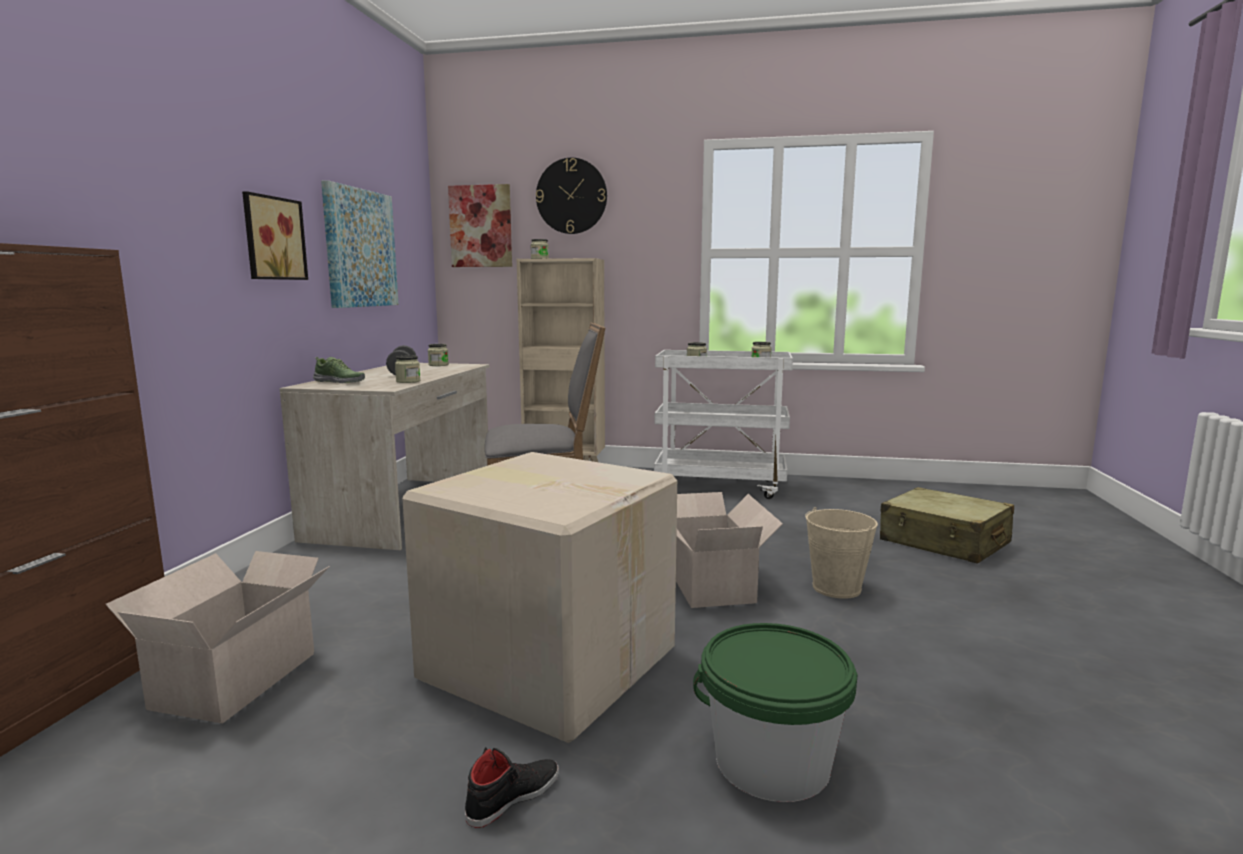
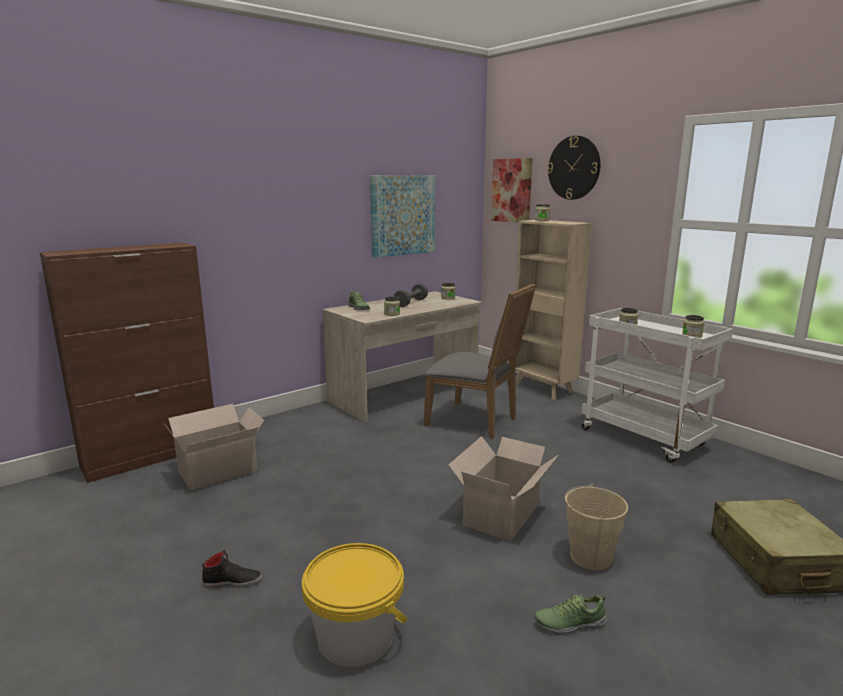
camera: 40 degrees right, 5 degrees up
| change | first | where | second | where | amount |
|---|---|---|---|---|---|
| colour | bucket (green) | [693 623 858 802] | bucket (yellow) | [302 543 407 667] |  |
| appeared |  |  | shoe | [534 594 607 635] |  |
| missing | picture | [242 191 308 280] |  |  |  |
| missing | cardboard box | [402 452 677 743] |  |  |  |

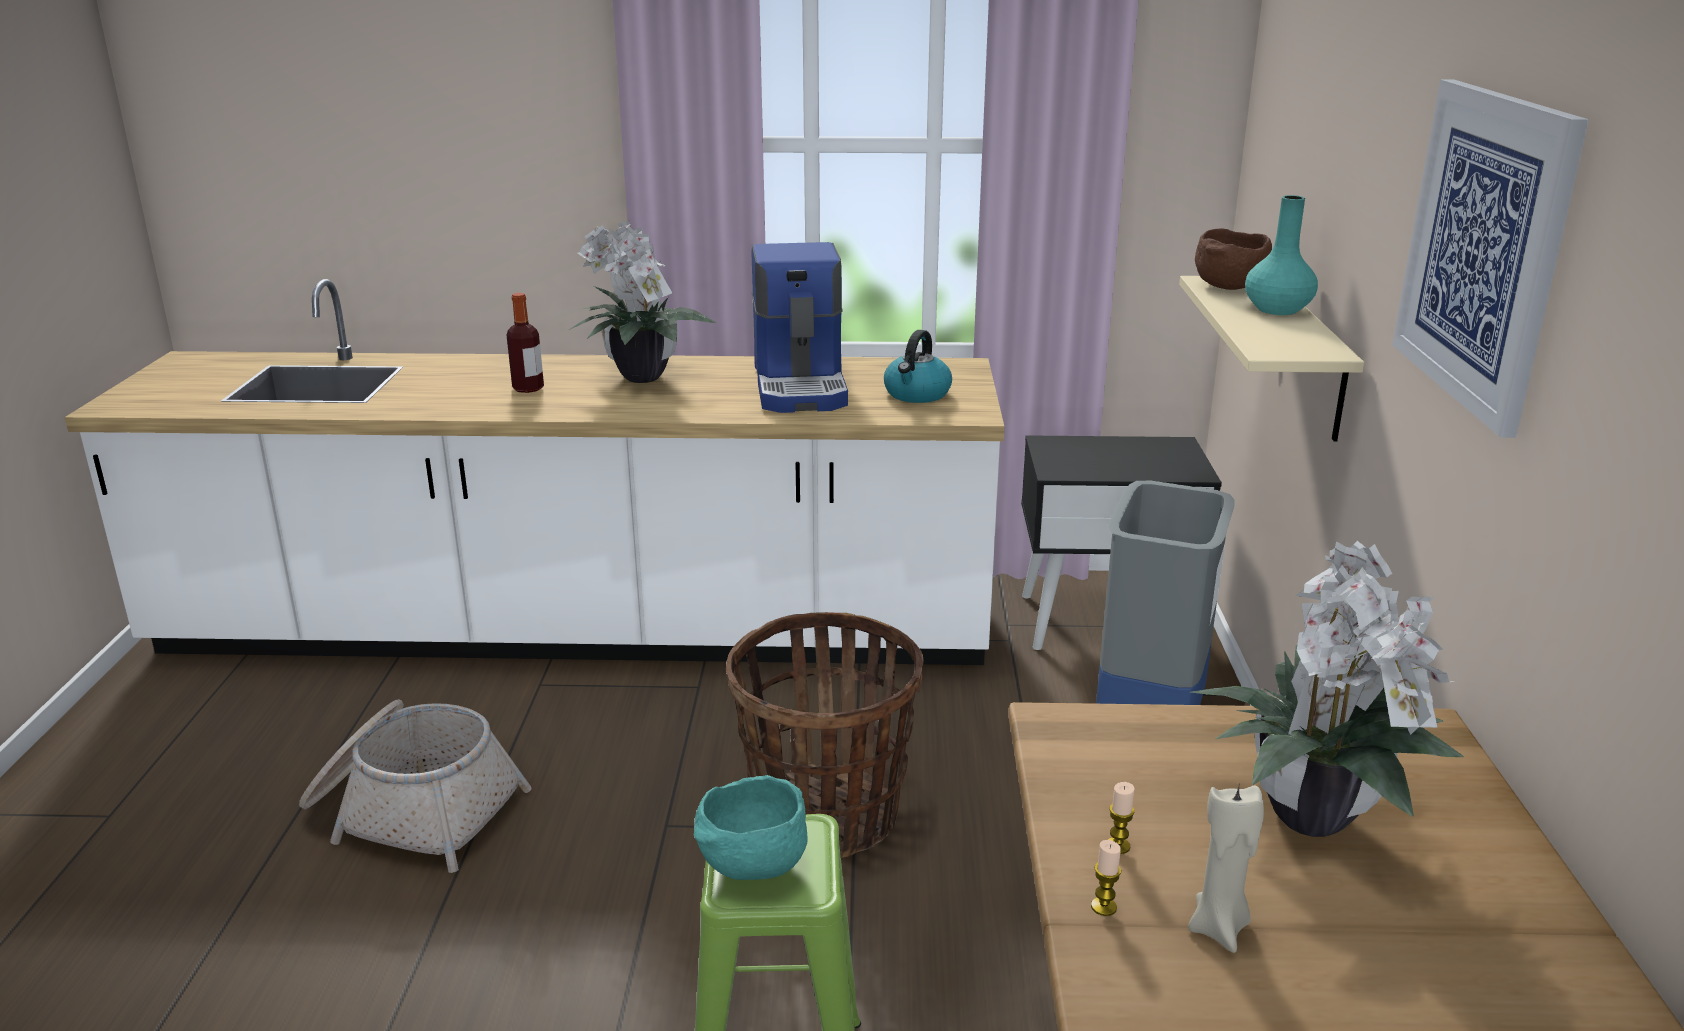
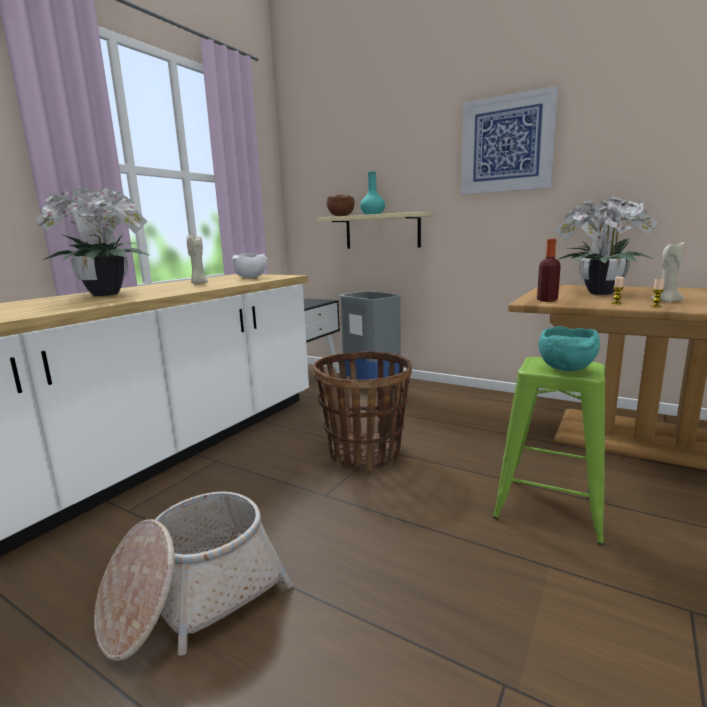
camera: 60 degrees left, 10 degrees down
| change | first | where | second | where | amount |
|---|---|---|---|---|---|
| exchanged | coffee machine | [751 242 848 413] | candle (beige) | [187 235 208 284] |  |
| exchanged | kettle | [884 330 952 403] | bowl (white) | [232 253 267 278] |  |
| relocated | bottle | [507 293 544 393] |  | [537 239 561 302] |  |

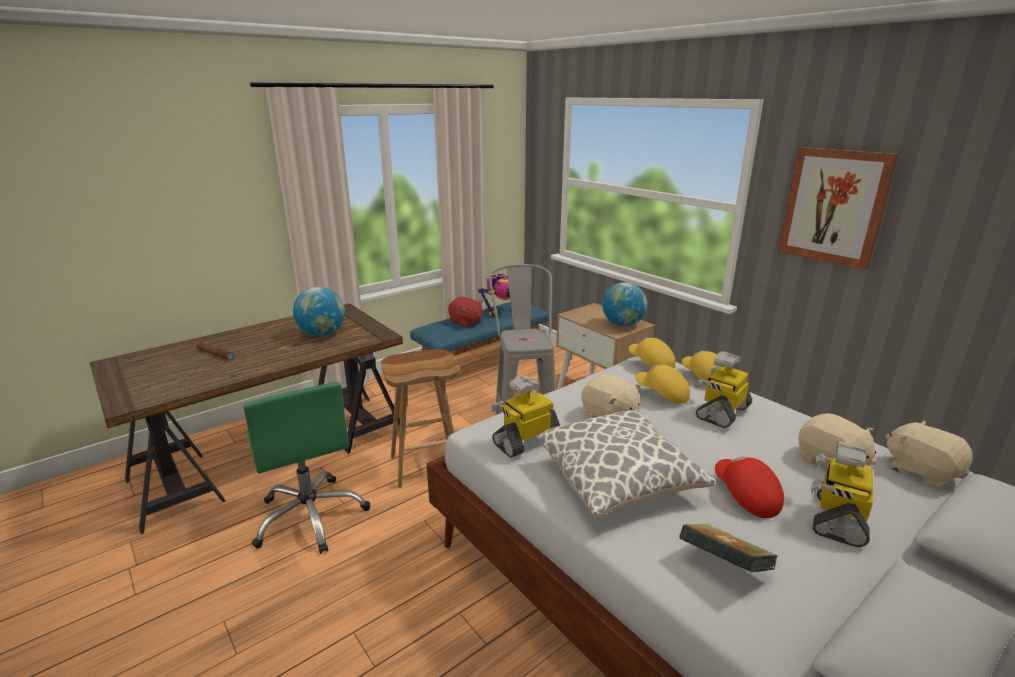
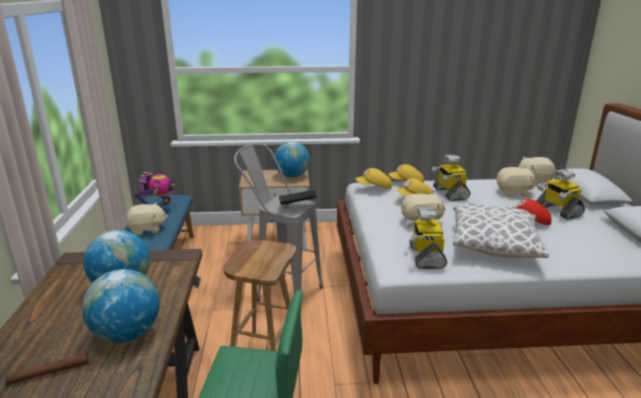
camera: 55 degrees left, 0 degrees up
| change | first | where | second | where | amount |
|---|---|---|---|---|---|
| appeared |  |  | globe | [82 269 160 343] |  |
| colour | plush toy (red) | [448 297 483 327] | plush toy (beige) | [126 202 168 235] |  |
| relocated | book | [679 524 778 572] |  | [279 189 317 205] |  |
| missing | picture | [778 147 899 270] |  |  |  |

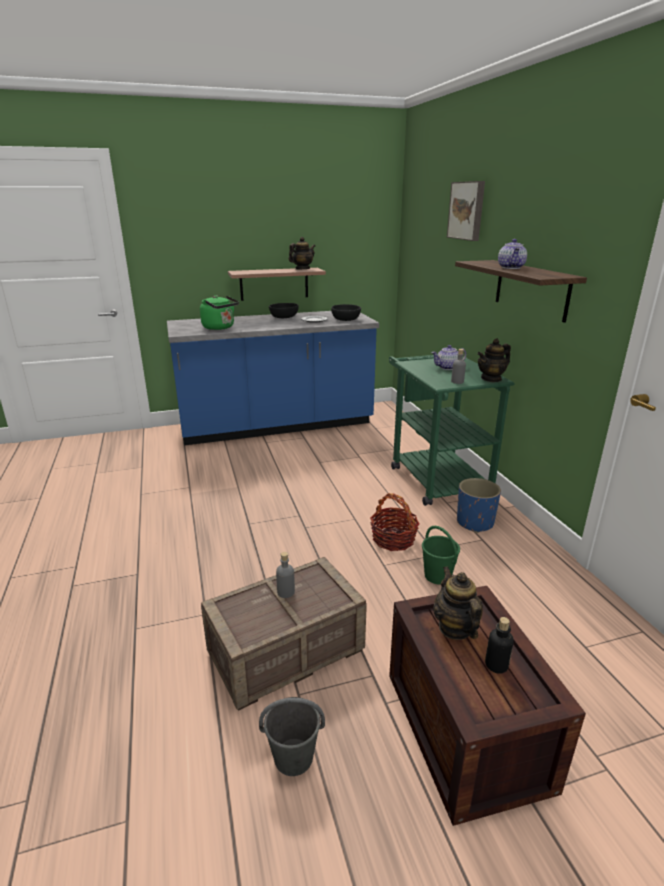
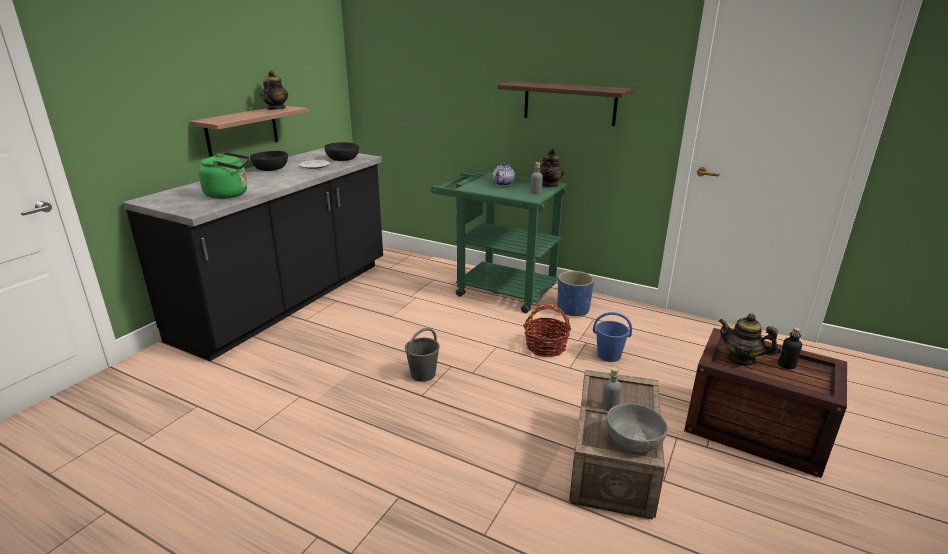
camera: 45 degrees left, 0 degrees up
| change | first | where | second | where | amount |
|---|---|---|---|---|---|
| colour | counter (blue) | [167 311 379 445] | counter (black) | [123 148 383 361] |  |
| relocated | bucket (grey) | [259 697 325 776] |  | [405 328 440 382] |  |
| colour | bucket (green) | [422 526 460 585] | bucket (blue) | [593 312 632 362] |  |
| appeared |  |  | bowl (grey) | [606 403 668 452] |  |
| missing | picture | [447 181 485 241] |  |  |  |
| missing | teapot | [498 239 527 269] |  |  |  |

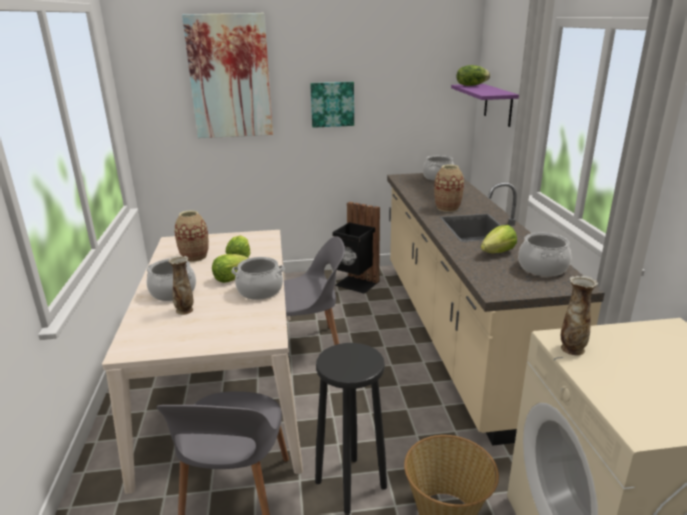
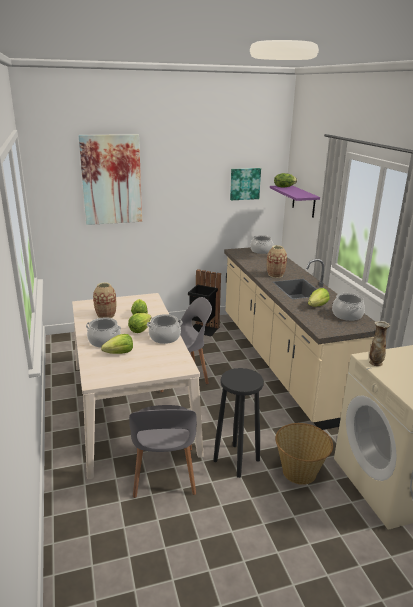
camera: 10 degrees left, 0 degrees up
| change | first | where | second | where | amount |
|---|---|---|---|---|---|
| exchanged | vase | [168 256 193 315] | lettuce | [101 334 133 354] |  |
| relocated | picture | [310 81 354 128] |  | [230 168 261 200] |  |

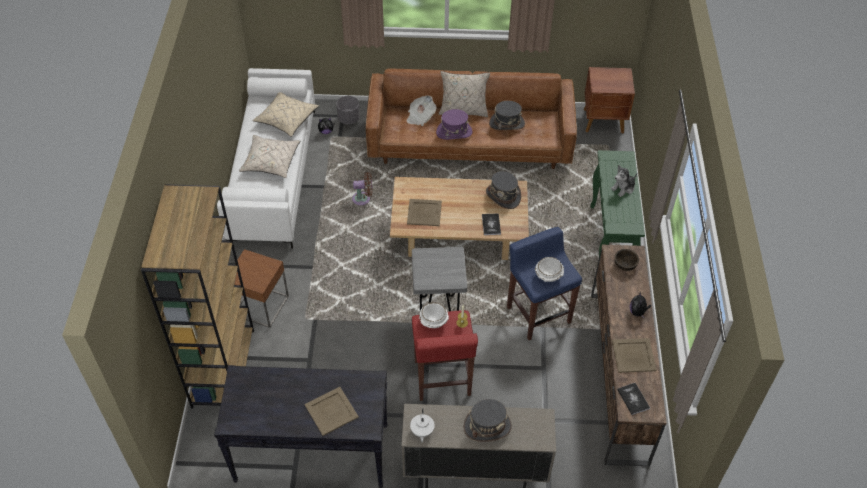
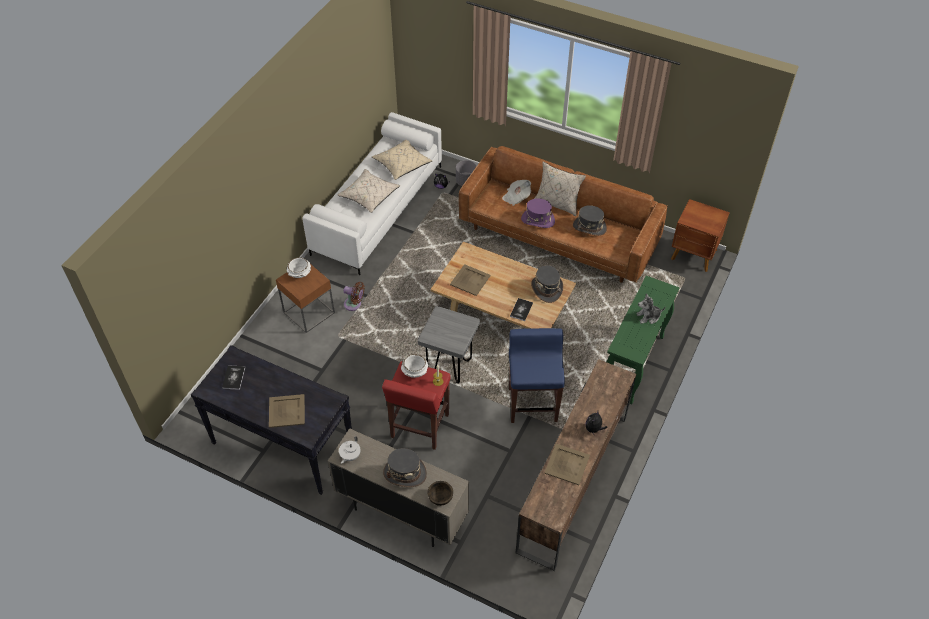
camera: 25 degrees right, 0 degrees up
| change | first | where | second | where | amount |
|---|---|---|---|---|---|
| relocated | book | [617 383 650 415] |  | [222 365 245 390] |  |
| relocated | bowl (white) | [535 257 564 282] |  | [286 257 311 278] |  |
| relocated | fan (brown) | [352 172 372 205] |  | [343 282 365 311] |  |
| relocated | bowl (brown) | [614 249 639 271] |  | [427 481 453 506] |  |
| missing | bookcase (brown) | [141 184 254 409] |  |  |  |

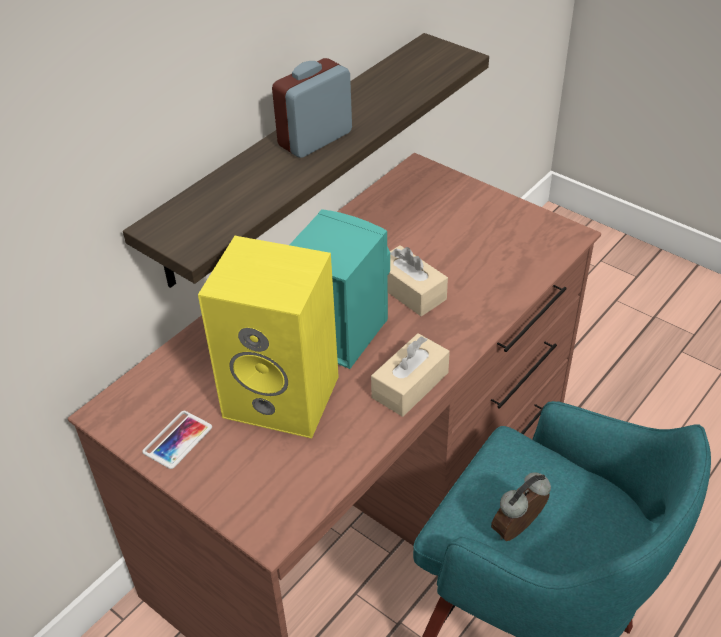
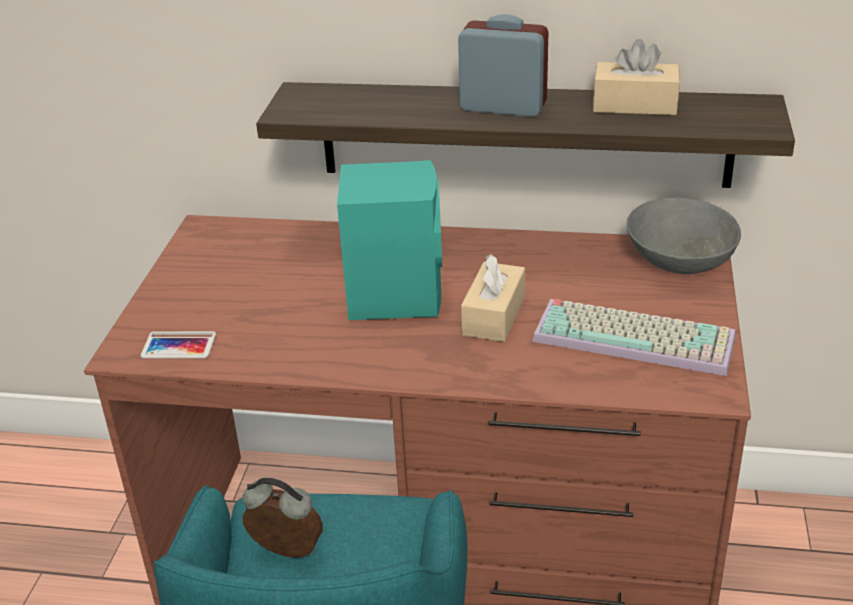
camera: 60 degrees right, 10 degrees down
| change | first | where | second | where | amount |
|---|---|---|---|---|---|
| relocated | phone | [142 411 212 469] |  | [140 331 216 359] |  |
| appeared |  |  | keyboard | [532 299 735 376] |  |
| relocated | tissue box (beige) | [371 333 450 417] |  | [593 39 680 115] |  |
| appeared |  |  | bowl (grey) | [627 197 741 274] |  |
| missing | speaker (yellow) | [198 236 339 439] |  |  |  |

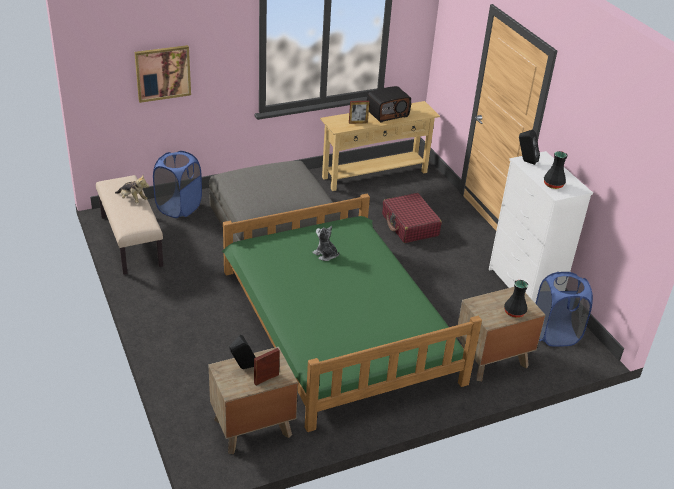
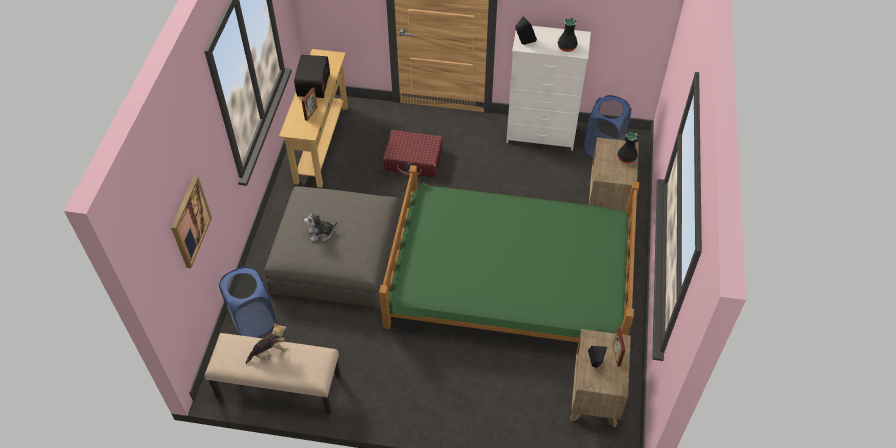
camera: 55 degrees left, 15 degrees up
| change | first | where | second | where | amount |
|---|---|---|---|---|---|
| relocated | plush toy | [312 226 340 261] |  | [304 209 337 242] |  |

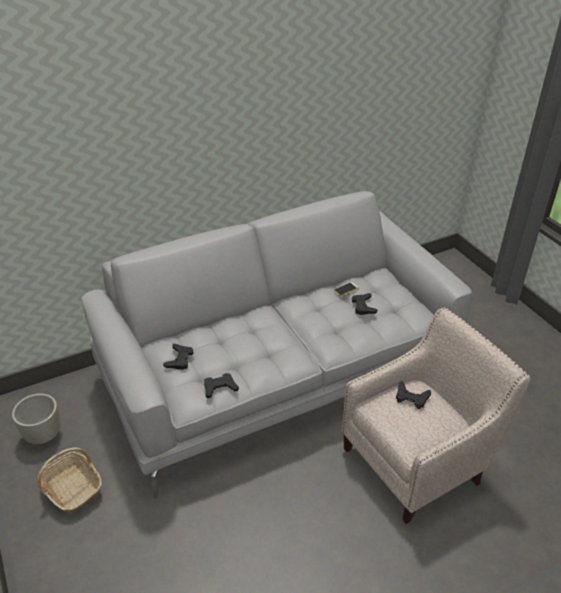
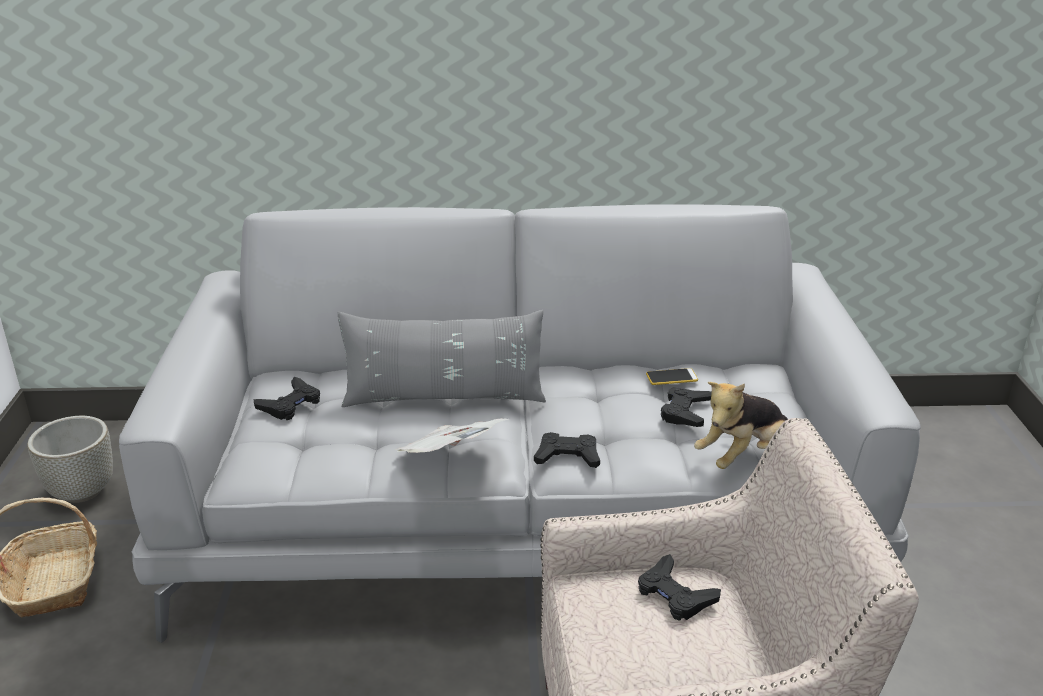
camera: 25 degrees right, 10 degrees down
| change | first | where | second | where | amount |
|---|---|---|---|---|---|
| appeared |  |  | pillow (grey) | [338 310 546 407] |  |
| appeared |  |  | newspaper | [395 418 508 453] |  |
| relocated | game controller (black) | [204 373 239 398] |  | [534 432 600 468] |  |
| appeared |  |  | plush toy | [694 382 788 469] |  |

